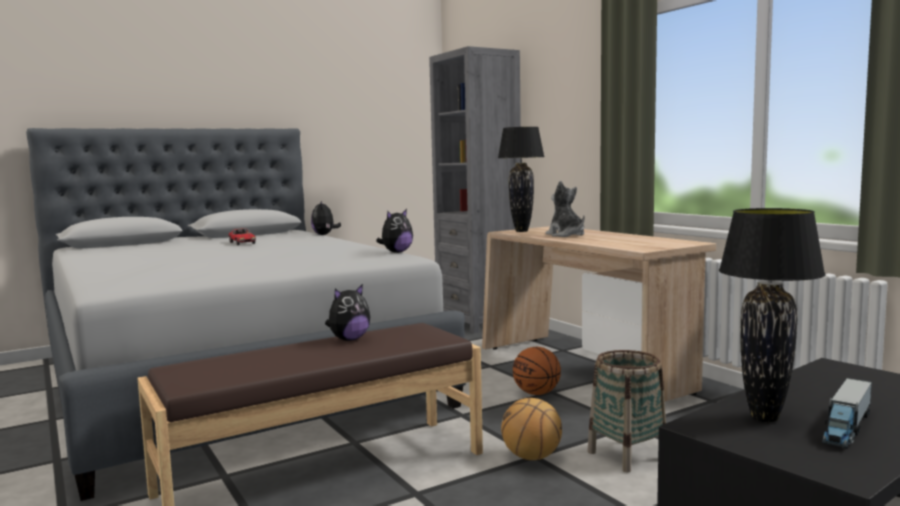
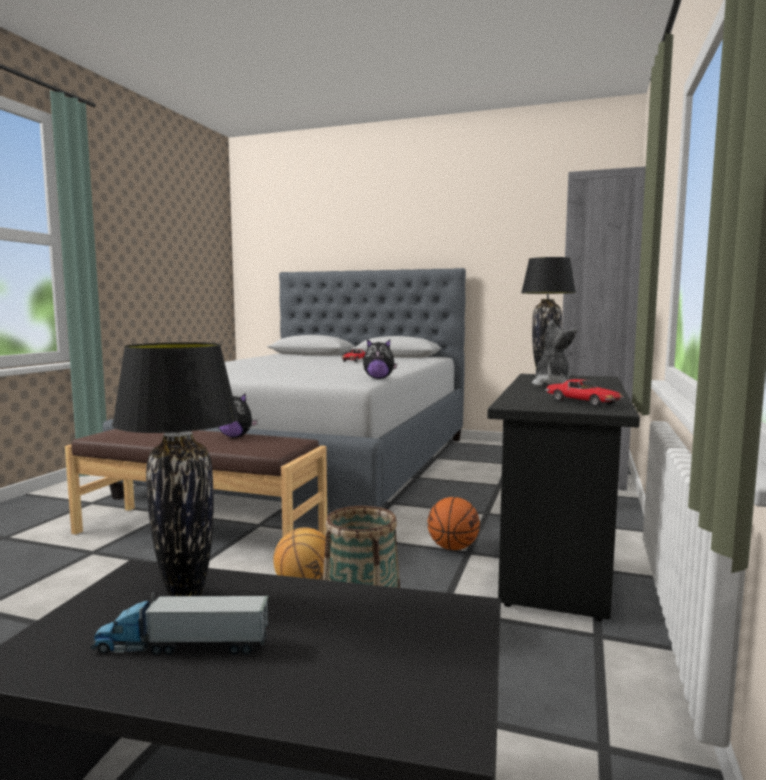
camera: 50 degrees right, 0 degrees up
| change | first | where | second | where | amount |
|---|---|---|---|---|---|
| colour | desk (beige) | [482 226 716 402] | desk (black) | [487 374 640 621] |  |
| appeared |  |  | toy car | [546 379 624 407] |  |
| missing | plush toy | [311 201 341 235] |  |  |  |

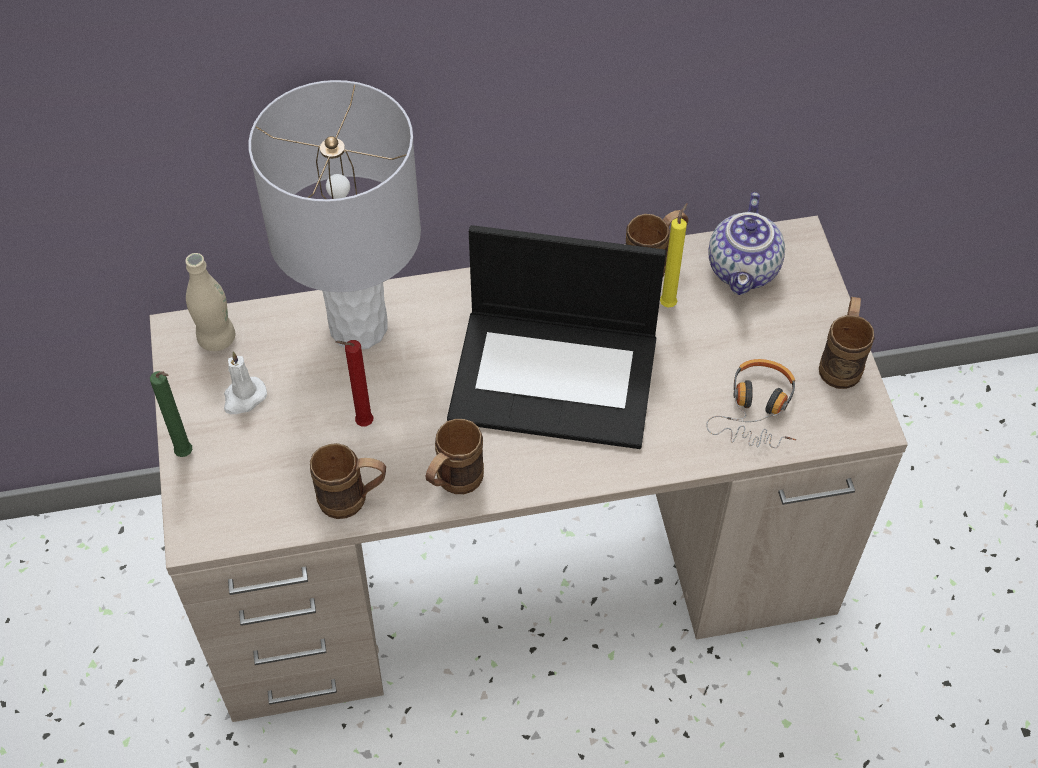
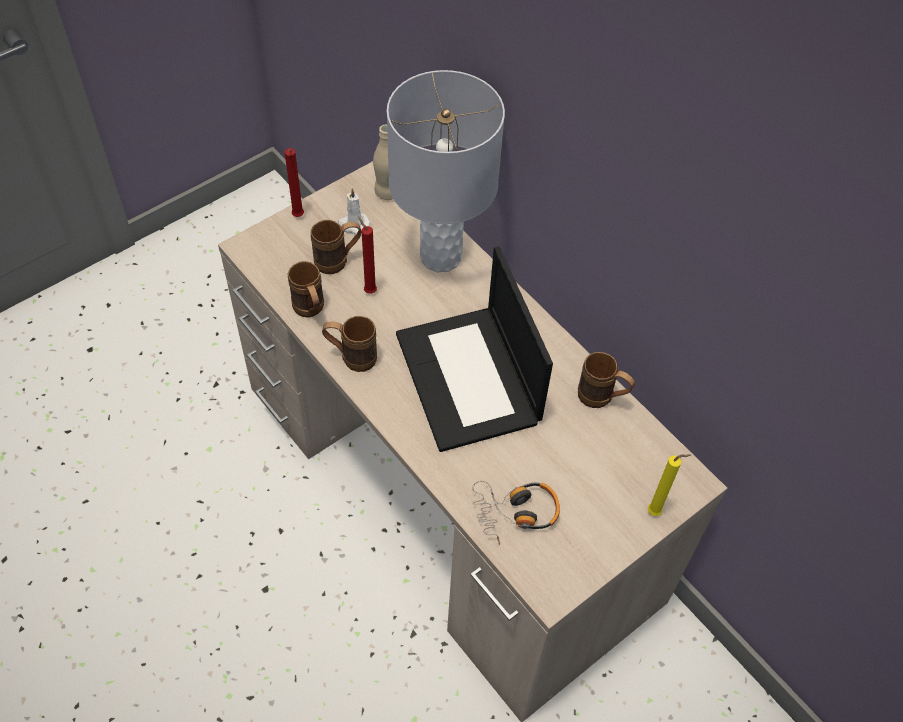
camera: 60 degrees right, 0 degrees up
| change | first | where | second | where | amount |
|---|---|---|---|---|---|
| colour | candle (green) | [150 371 192 457] | candle (red) | [285 148 304 217] |  |
| relocated | mug (brown) | [819 297 874 389] |  | [311 220 361 274] |  |
| relocated | candle (yellow) | [660 203 687 308] |  | [648 454 691 516] |  |
| missing | teapot | [708 192 785 295] |  |  |  |

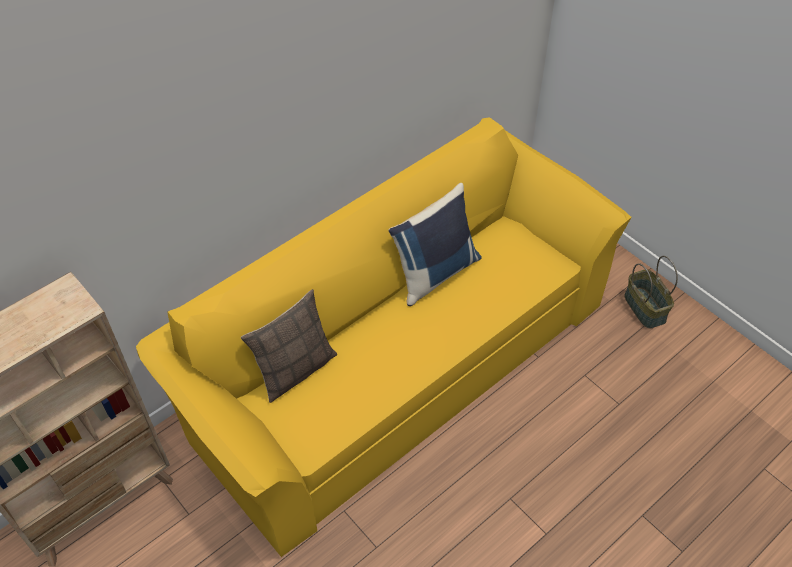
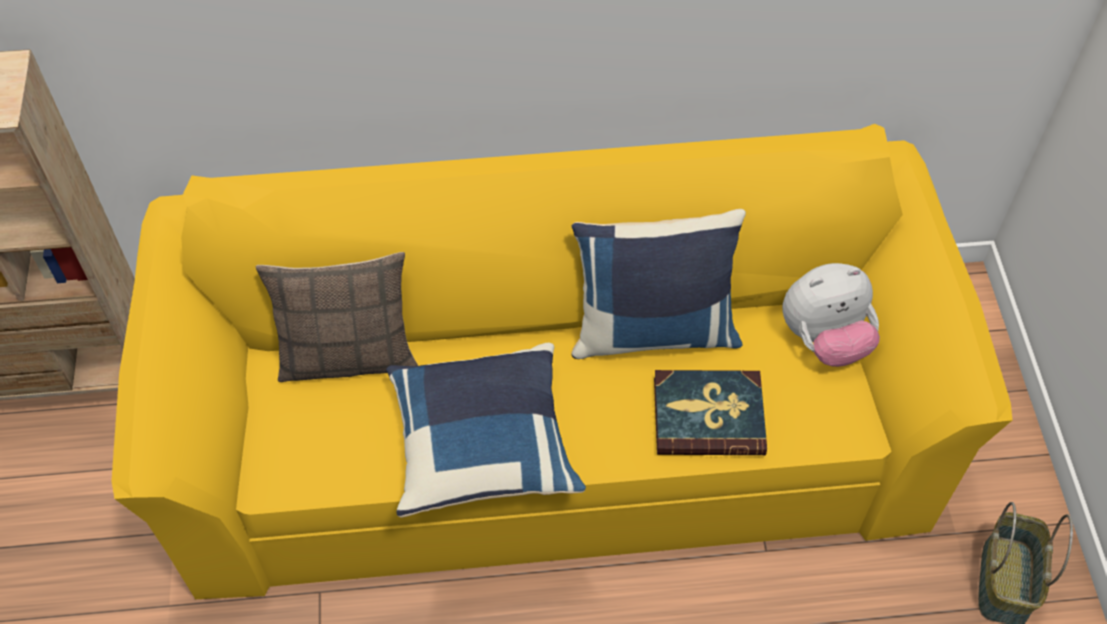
camera: 35 degrees right, 5 degrees up
| change | first | where | second | where | amount |
|---|---|---|---|---|---|
| appeared |  |  | pillow (blue) | [386 343 586 518] |  |
| appeared |  |  | book | [654 370 767 455] |  |
| appeared |  |  | plush toy | [782 263 880 367] |  |

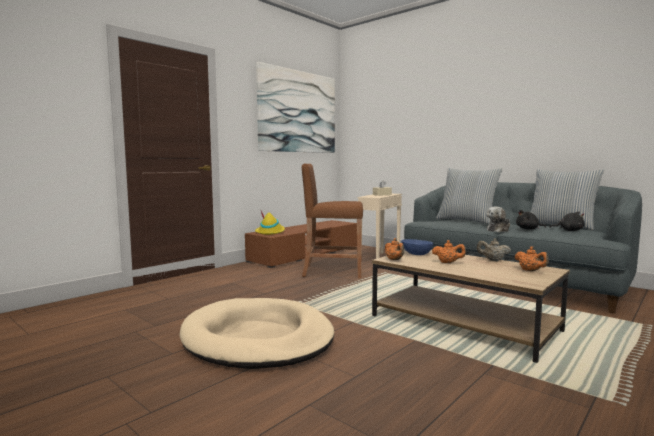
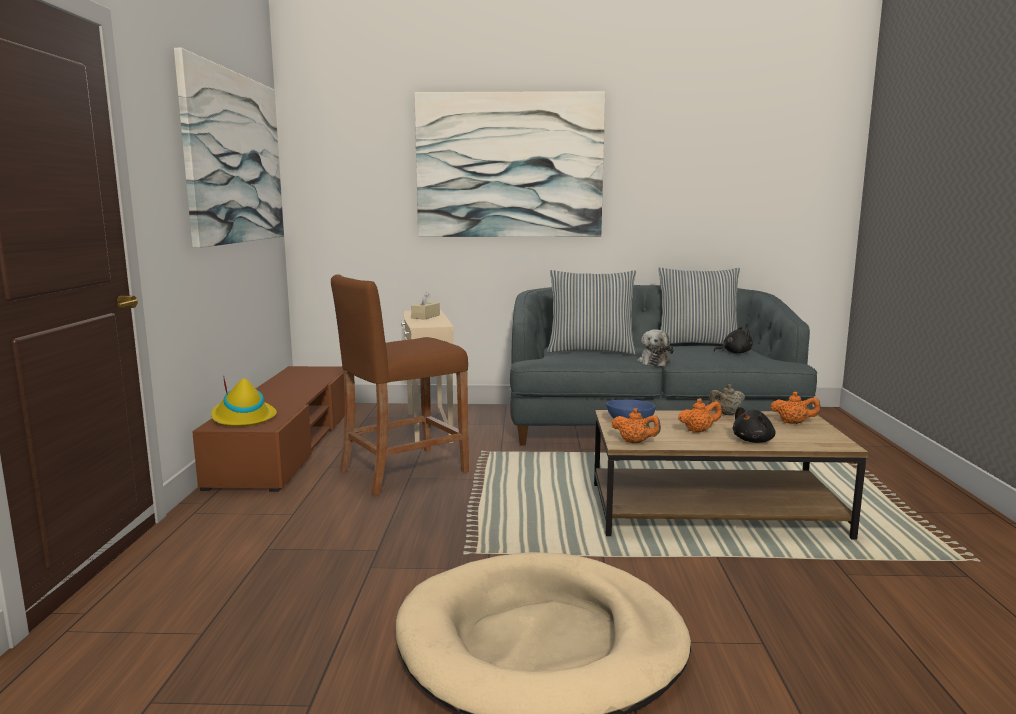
camera: 40 degrees left, 5 degrees up
| change | first | where | second | where | amount |
|---|---|---|---|---|---|
| appeared |  |  | picture | [414 91 605 237] |  |
| relocated | plush toy (black) | [516 210 546 230] |  | [733 407 776 443] |  |

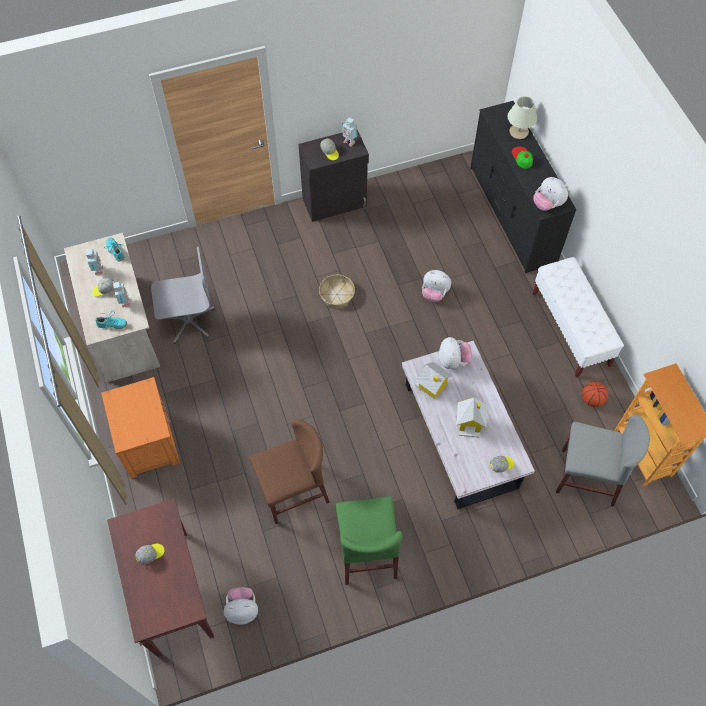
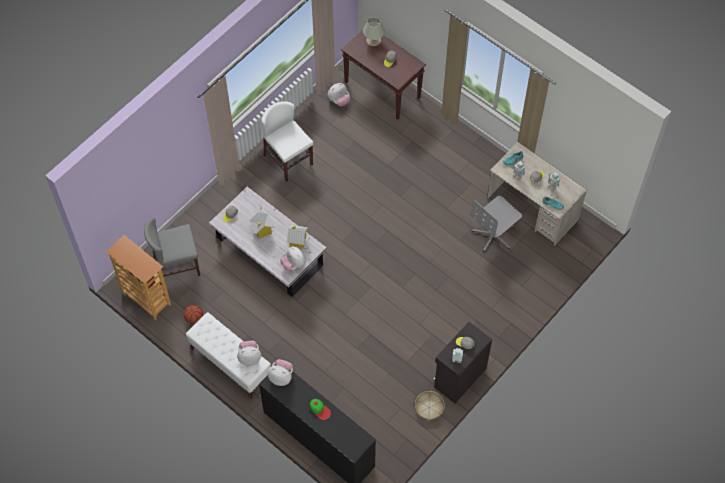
camera: 150 degrees right, 0 degrees up
| change | first | where | second | where | amount |
|---|---|---|---|---|---|
| relocated | plush toy | [422 270 451 302] |  | [237 341 261 366] |  |
| colour | chair (green) | [336 497 403 585] | chair (white) | [261 101 313 182] |  |
| relocated | table lamp (beige) | [507 96 537 139] |  | [363 17 385 46] |  |
| relocated | basket | [319 275 355 307] |  | [415 391 445 421] |  |
| missing | nightstand (orange) | [101 377 180 479] |  |  |  |
| missing | chair (brown) | [249 419 330 524] |  |  |  |

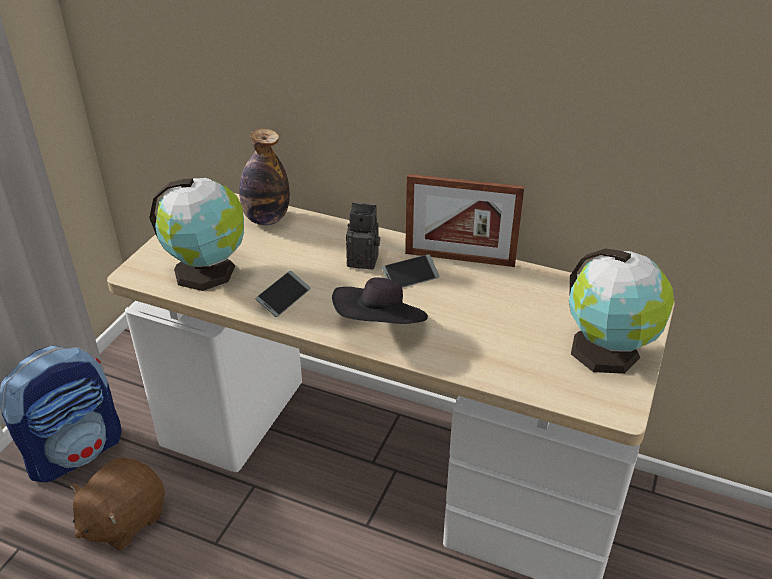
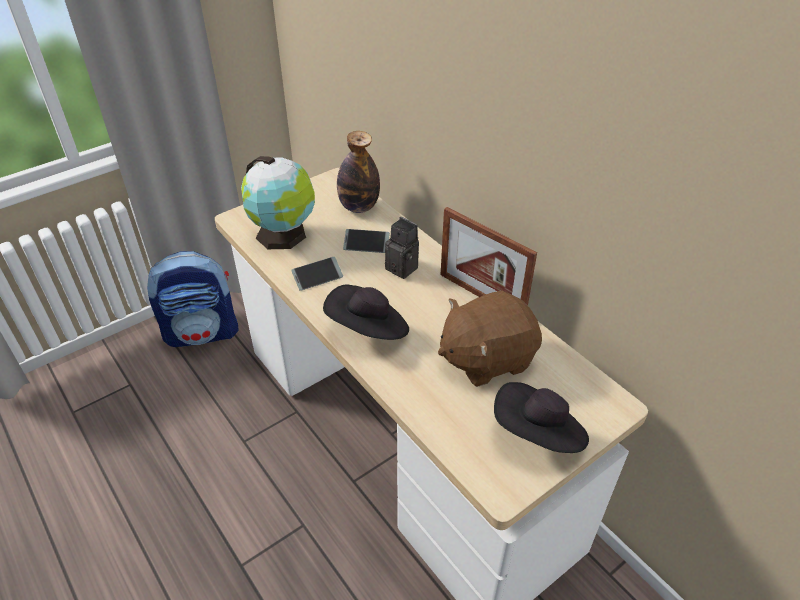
camera: 30 degrees right, 5 degrees up
| change | first | where | second | where | amount |
|---|---|---|---|---|---|
| relocated | phone | [382 254 439 288] |  | [343 229 390 253] |  |
| relocated | plush toy (brown) | [70 457 165 550] |  | [438 291 542 387] |  |
| exchanged | globe | [569 248 674 374] | hat (black) | [494 382 589 453] |  |

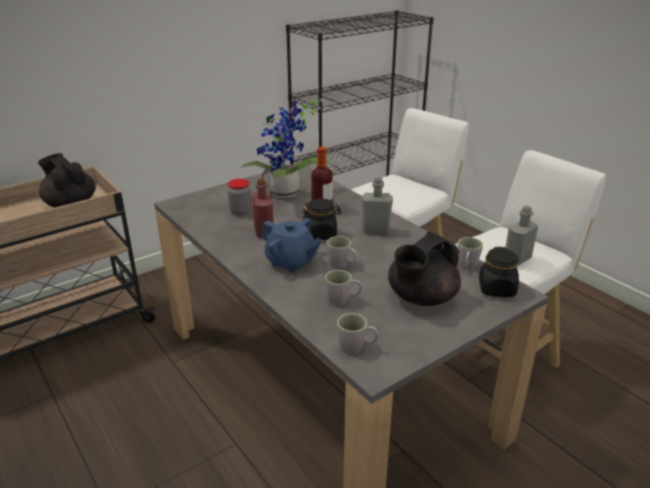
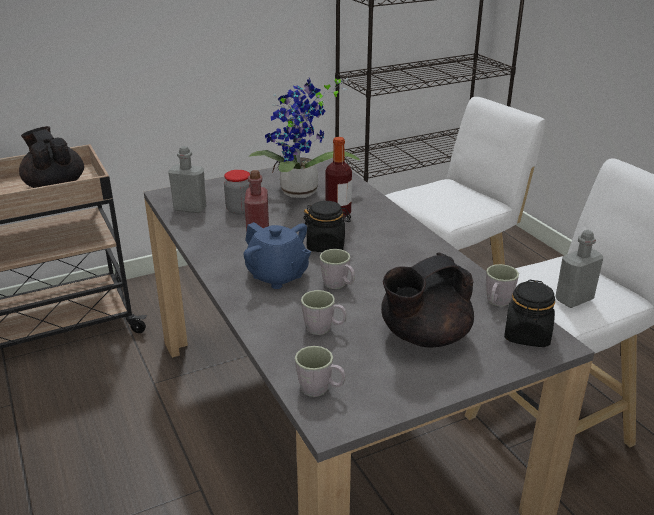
camera: 10 degrees right, 0 degrees up
| change | first | where | second | where | amount |
|---|---|---|---|---|---|
| relocated | bottle (grey) | [362 177 393 234] |  | [168 146 206 213] |  |

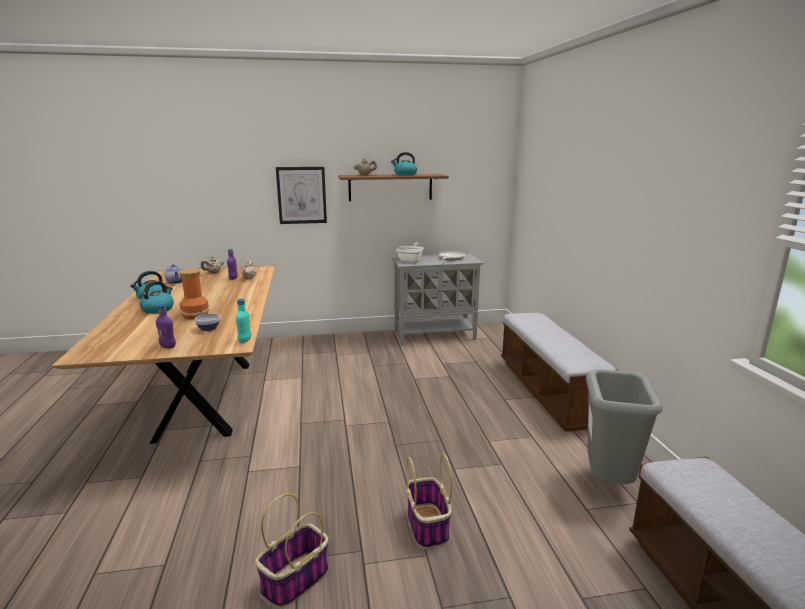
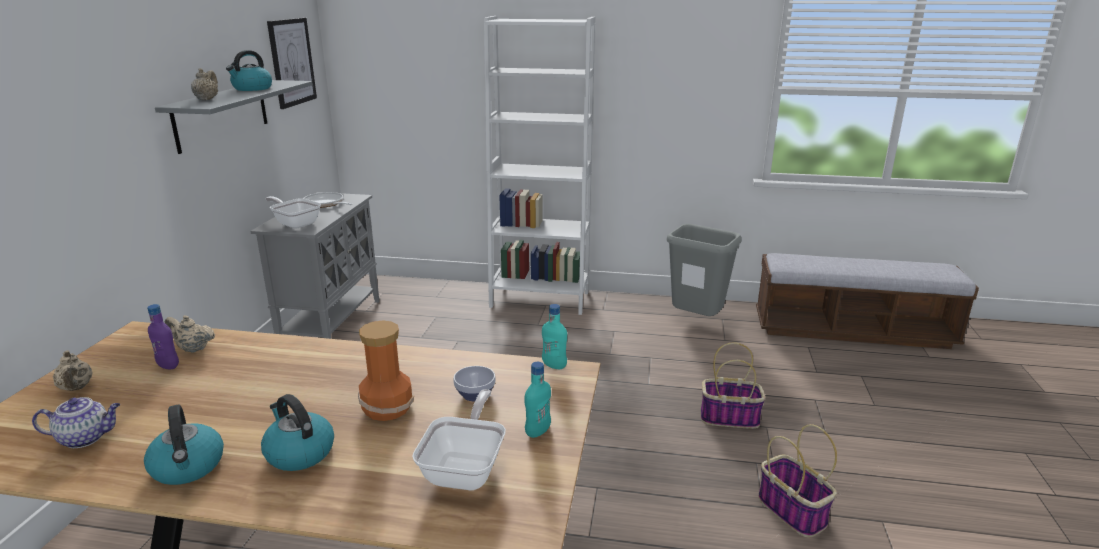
camera: 70 degrees left, 5 degrees up
| change | first | where | second | where | amount |
|---|---|---|---|---|---|
| colour | shelf (brown) | [338 174 449 201] | shelf (grey) | [155 80 313 154] |  |
| relocated | picture | [276 167 327 224] |  | [267 18 317 109] |  |
| appeared |  |  | frying pan | [412 389 506 490] |  |
| exchanged | bench | [501 313 618 432] | bookcase (white) | [484 16 595 315] |  |
| colour | bottle (purple) | [156 304 176 348] | bottle (turquoise) | [525 362 551 438] |  |

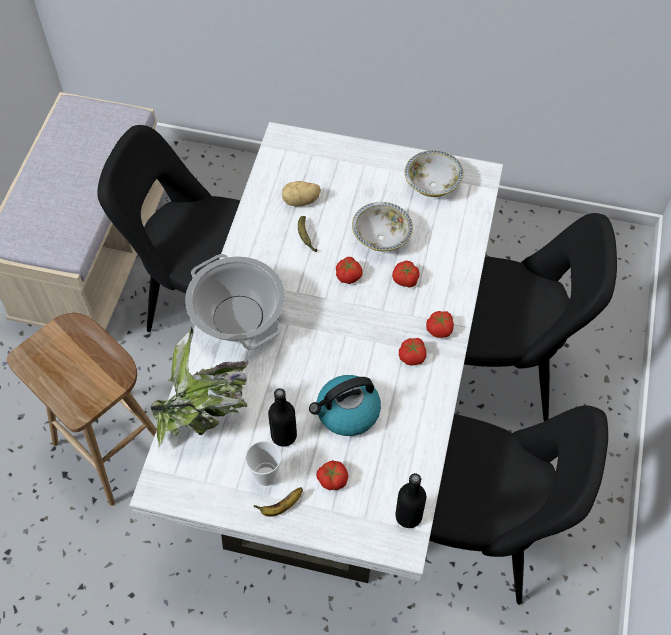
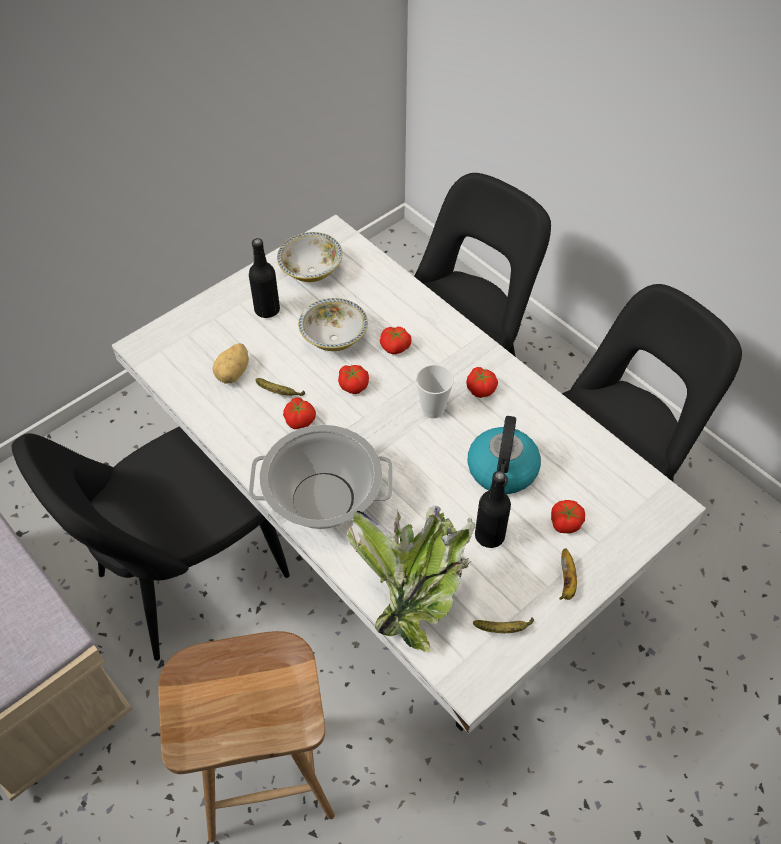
camera: 55 degrees left, 5 degrees down
| change | first | where | second | where | amount |
|---|---|---|---|---|---|
| relocated | bottle (black) | [395 473 426 528] |  | [249 238 280 318] |  |
| relocated | tomato | [426 311 454 338] |  | [283 397 316 429] |  |
| relocated | cup | [245 441 282 486] |  | [416 364 454 418] |  |
| appeared |  |  | banana | [473 618 534 633] |  |

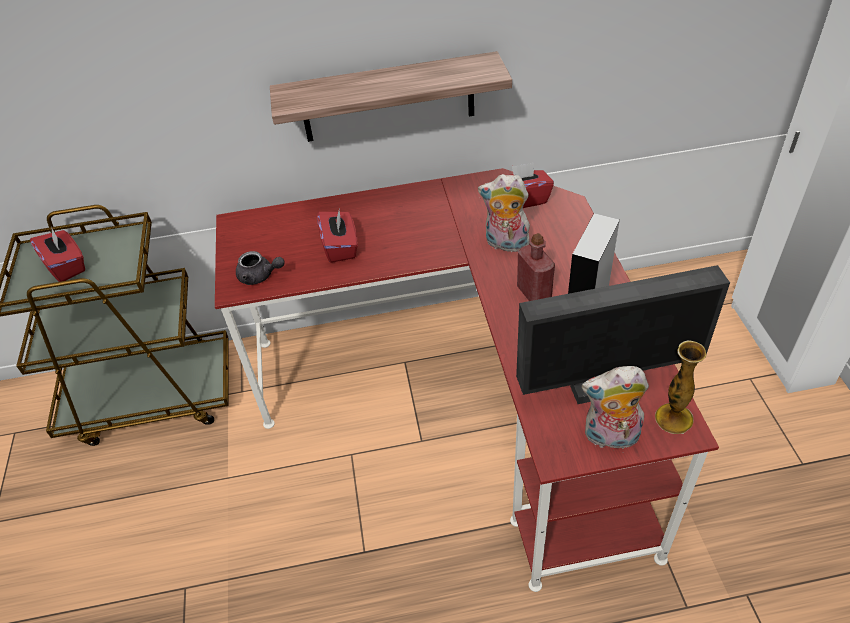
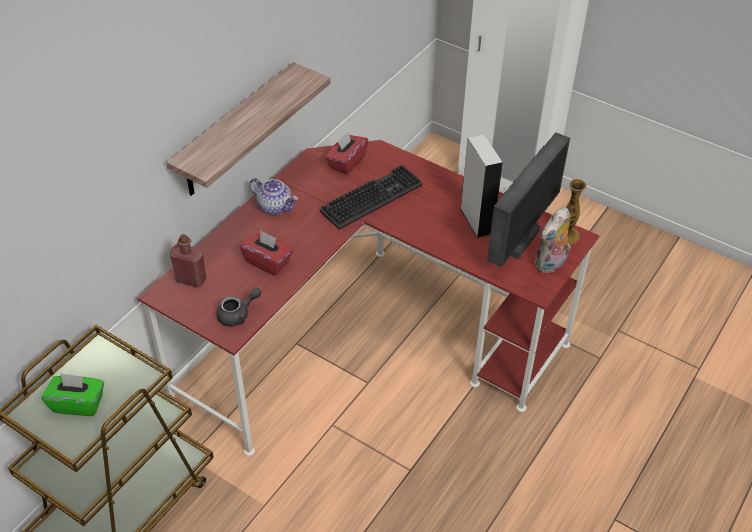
camera: 50 degrees left, 0 degrees up
| change | first | where | second | where | amount |
|---|---|---|---|---|---|
| colour | tissue box (red) | [30 226 85 282] | tissue box (green) | [41 373 104 416] |  |
| relocated | bottle (red) | [517 233 555 301] |  | [170 234 206 288] |  |
| appeared |  |  | teapot | [249 178 298 215] |  |
| exchanged | plush toy | [478 174 530 255] | keyboard | [320 165 422 230] |  |

